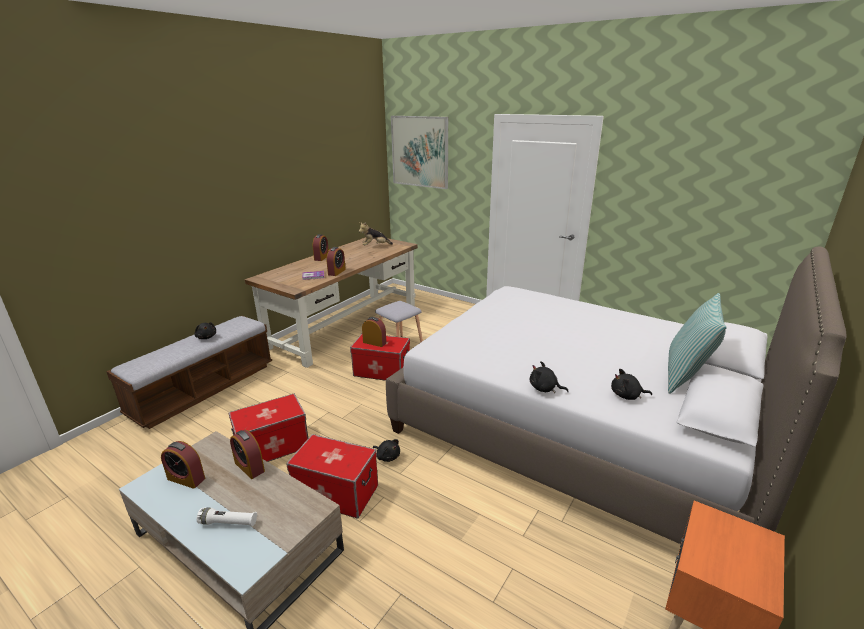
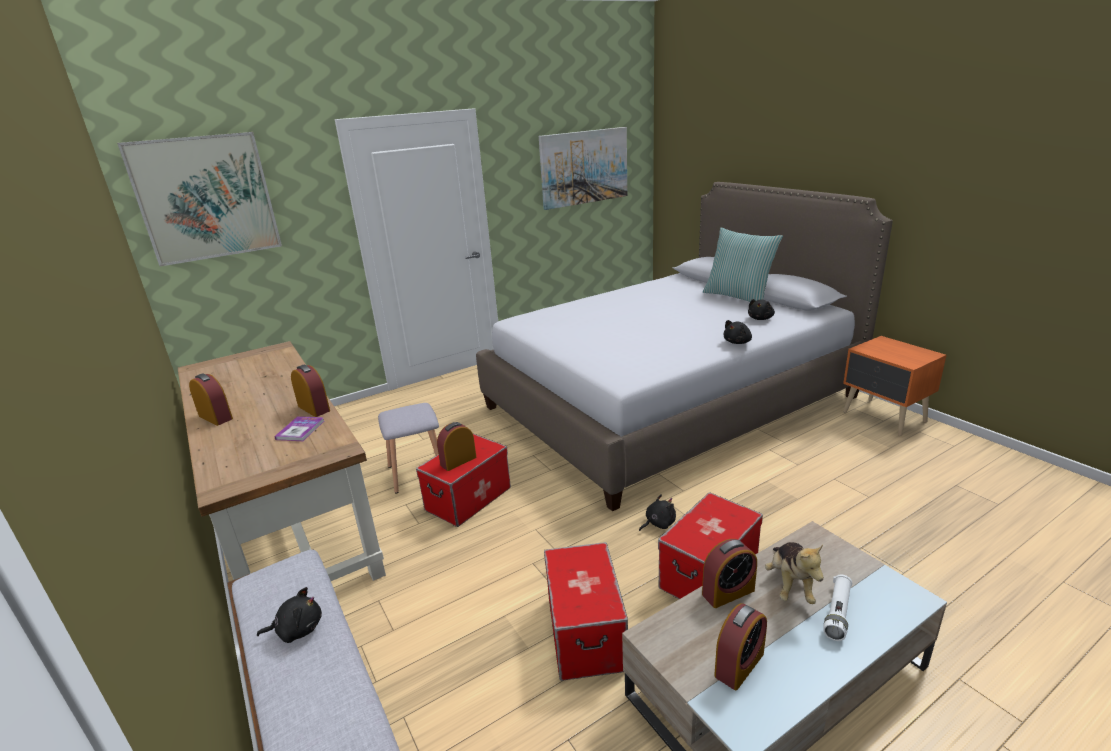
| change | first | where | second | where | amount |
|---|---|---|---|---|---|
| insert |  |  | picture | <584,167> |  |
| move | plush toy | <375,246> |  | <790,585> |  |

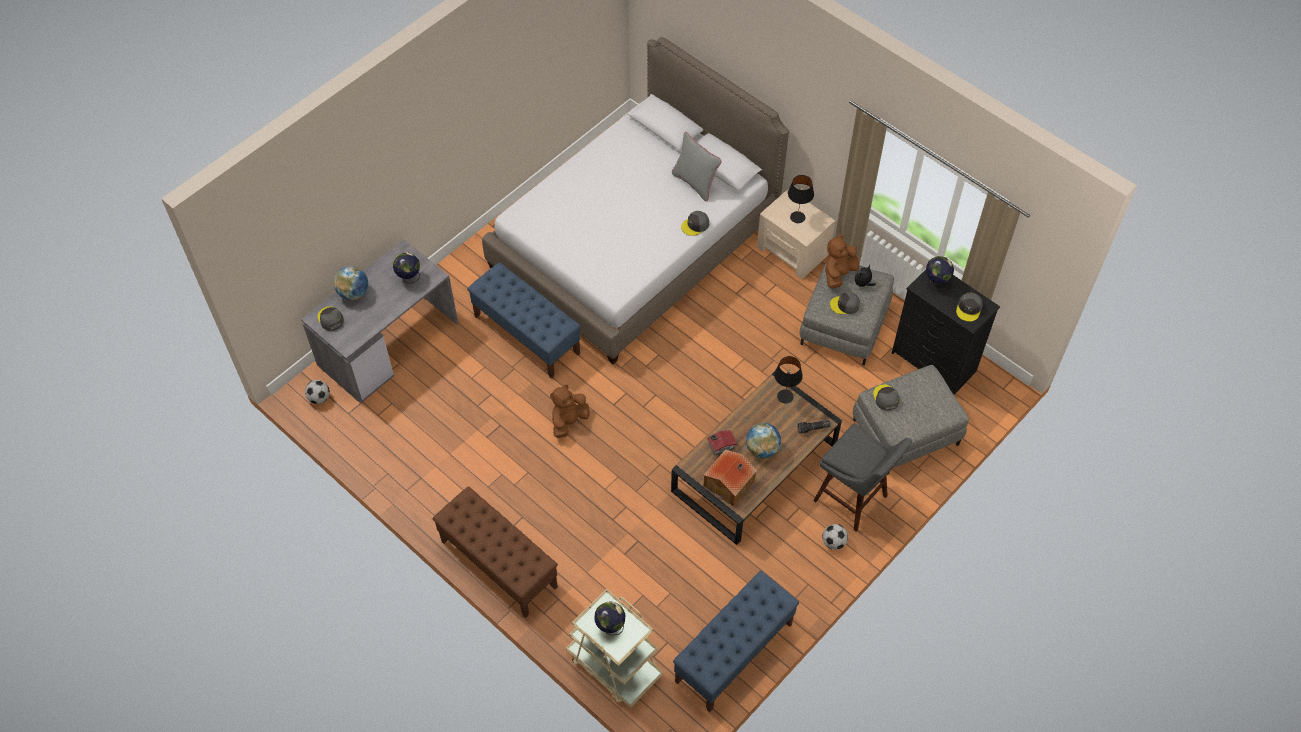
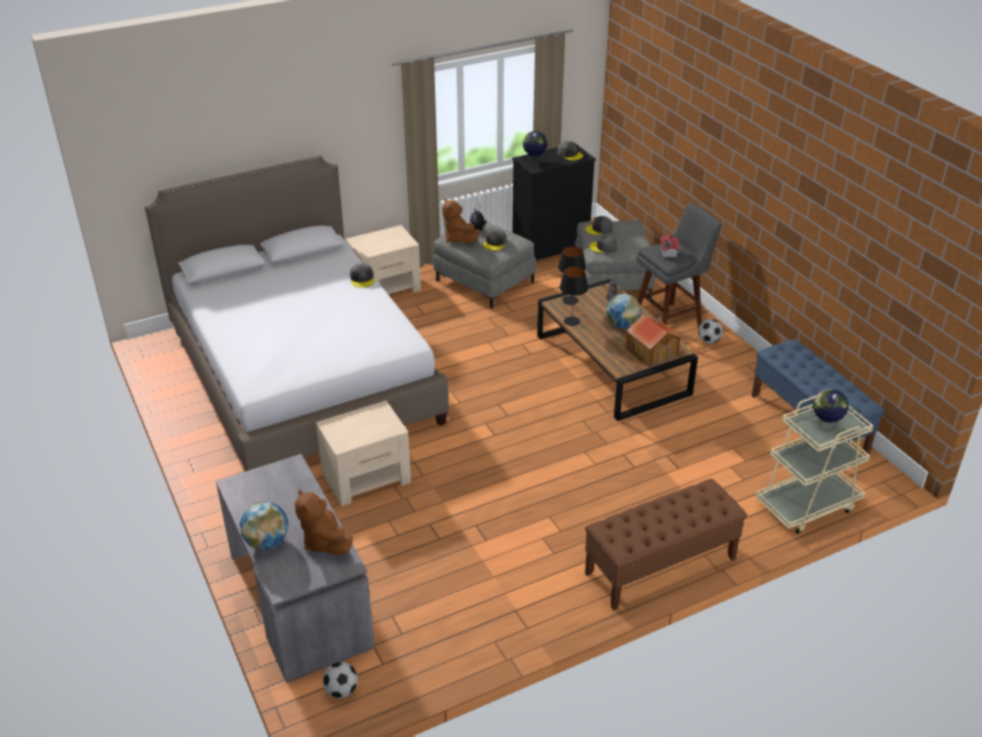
| change | first | where | second | where | amount |
|---|---|---|---|---|---|
| move | brown plush toy | <569,421> |  | <324,542> |  |
| replace | blue bench | <527,335> | beige nightstand | <367,477> |  |
| move | black table lamp | <797,217> |  | <571,321> |  |
| move | grey cap | <330,319> |  | <599,229> |  |
| move | toy house | <720,446> |  | <668,253> |  |
| delete | globe | <409,278> |  |  |  |
| delete | grey pillow | <695,183> |  |  |  |

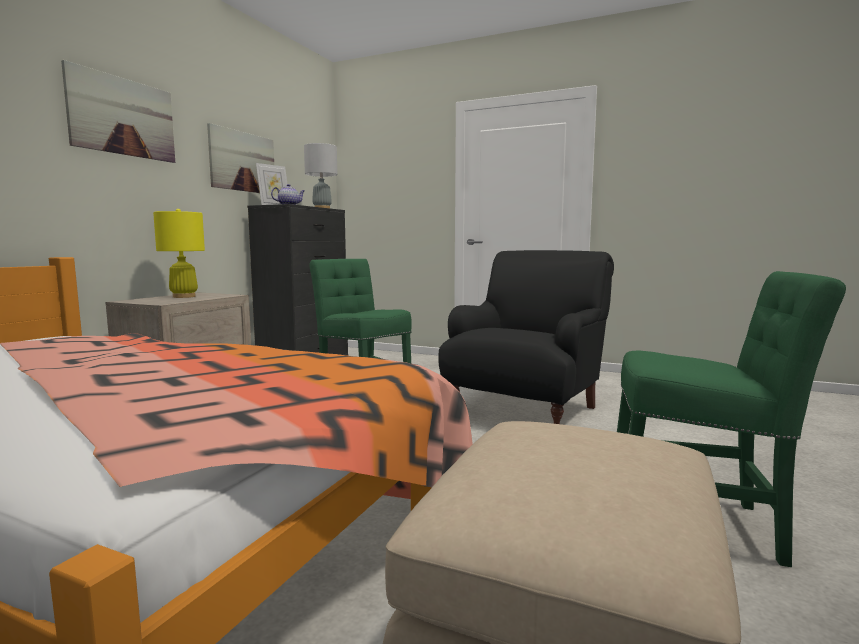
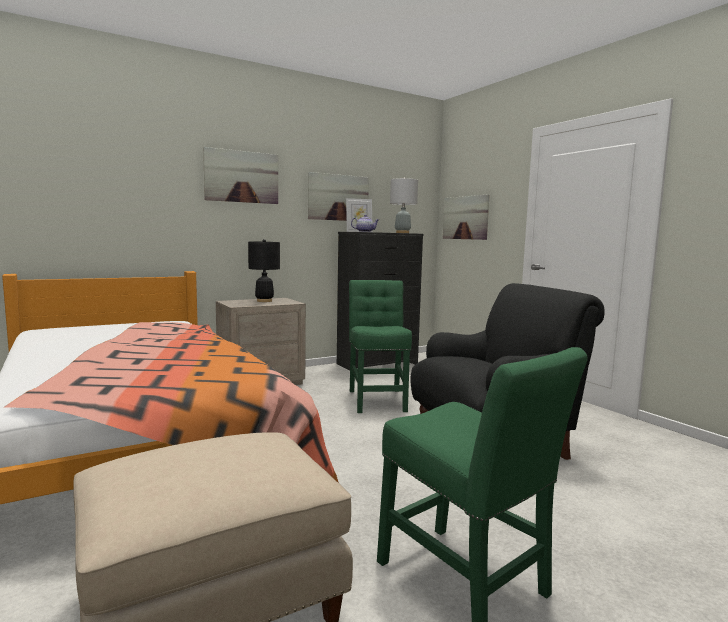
| change | first | where | second | where | amount |
|---|---|---|---|---|---|
| recolor | yellow table lamp | <184,296> | black table lamp | <264,301> |  |
| insert |  |  | picture | <465,217> |  |

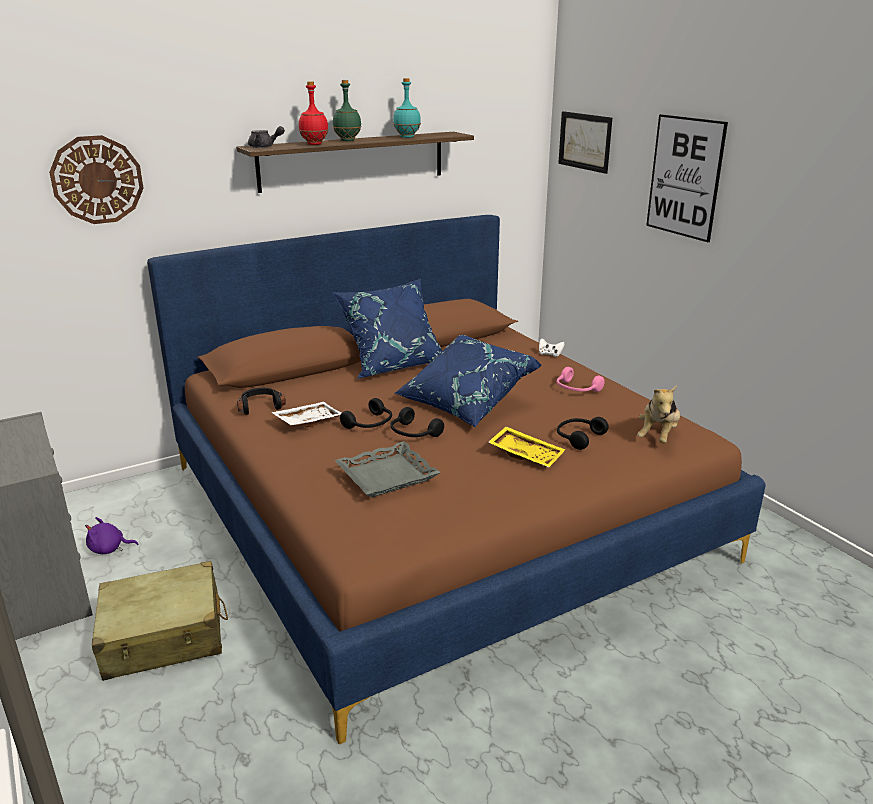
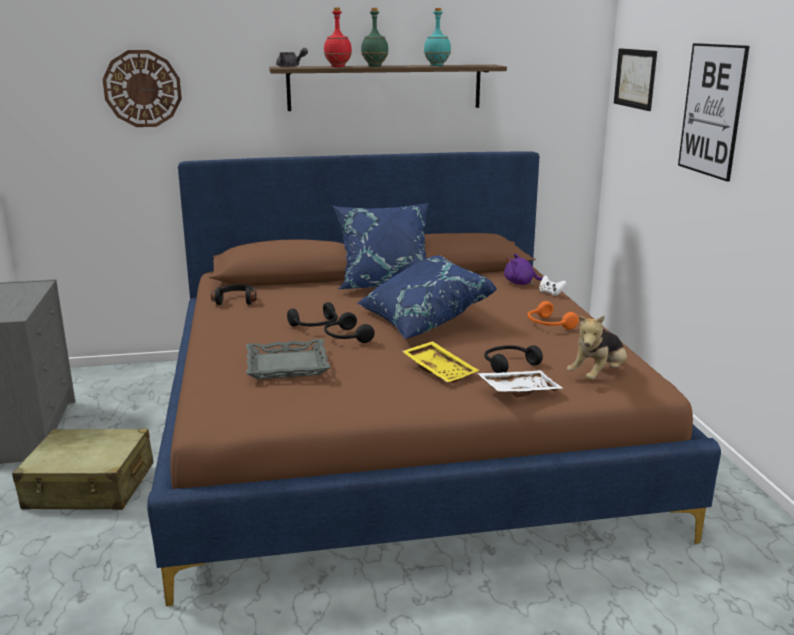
| change | first | where | second | where | amount |
|---|---|---|---|---|---|
| move | white tray | <307,421> |  | <518,390> |  |
| move | purple plush toy | <109,549> |  | <521,283> |  |
| recolor | pink headphones | <576,389> | orange headphones | <548,325> |  |

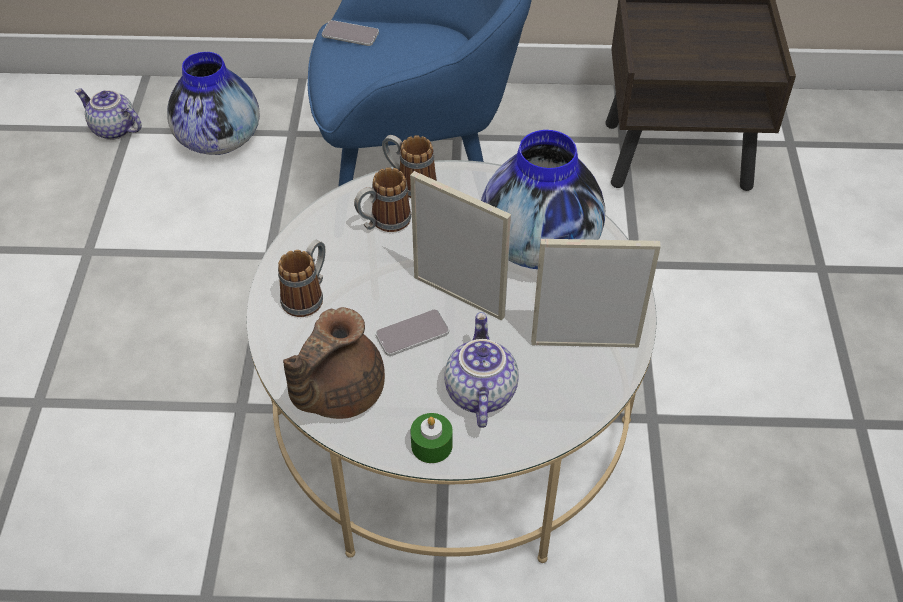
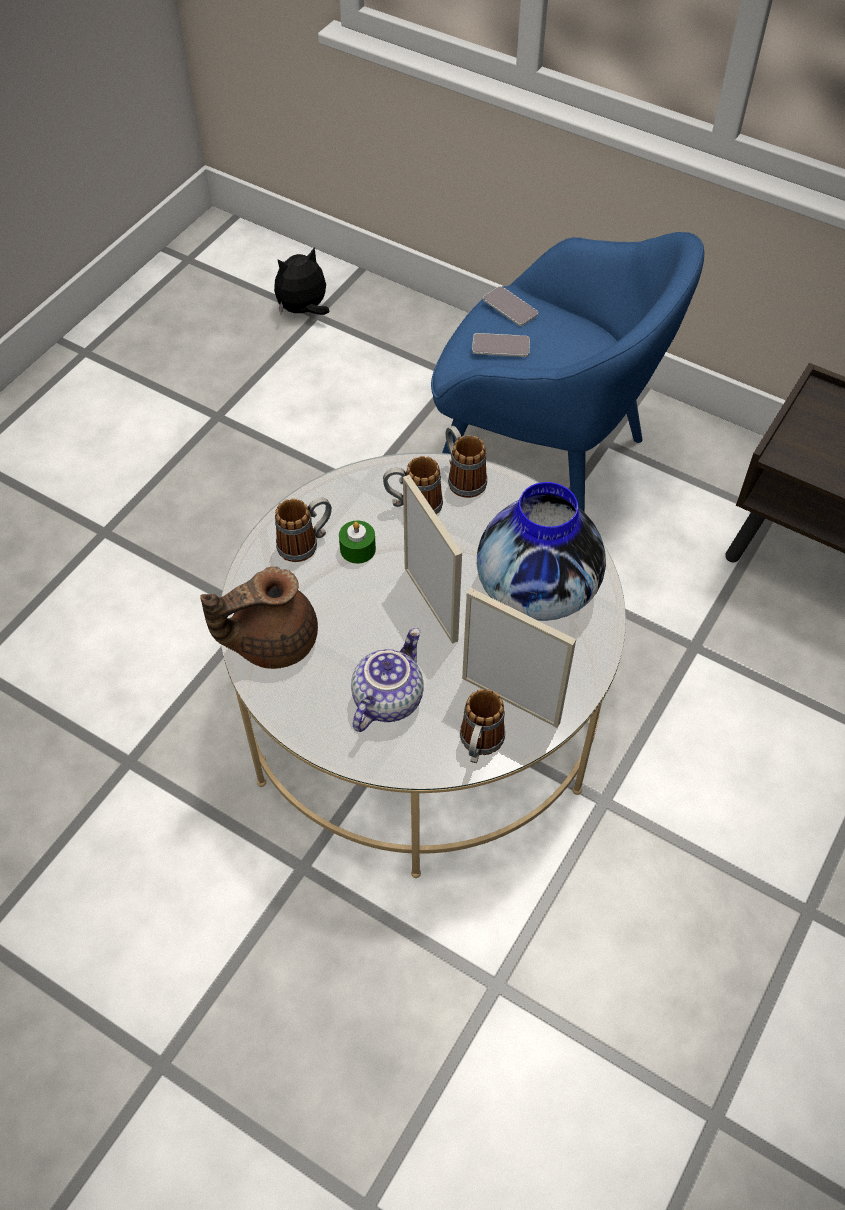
| change | first | where | second | where | amount |
|---|---|---|---|---|---|
| replace | teapot | <113,129> | plush toy | <303,310> |  |
| move | green candle | <431,445> |  | <357,549> |  |
| insert |  |  | mug | <479,745> |  |
| move | phone | <412,333> |  | <501,346> |  |
| delete | vase | <219,140> |  |  |  |

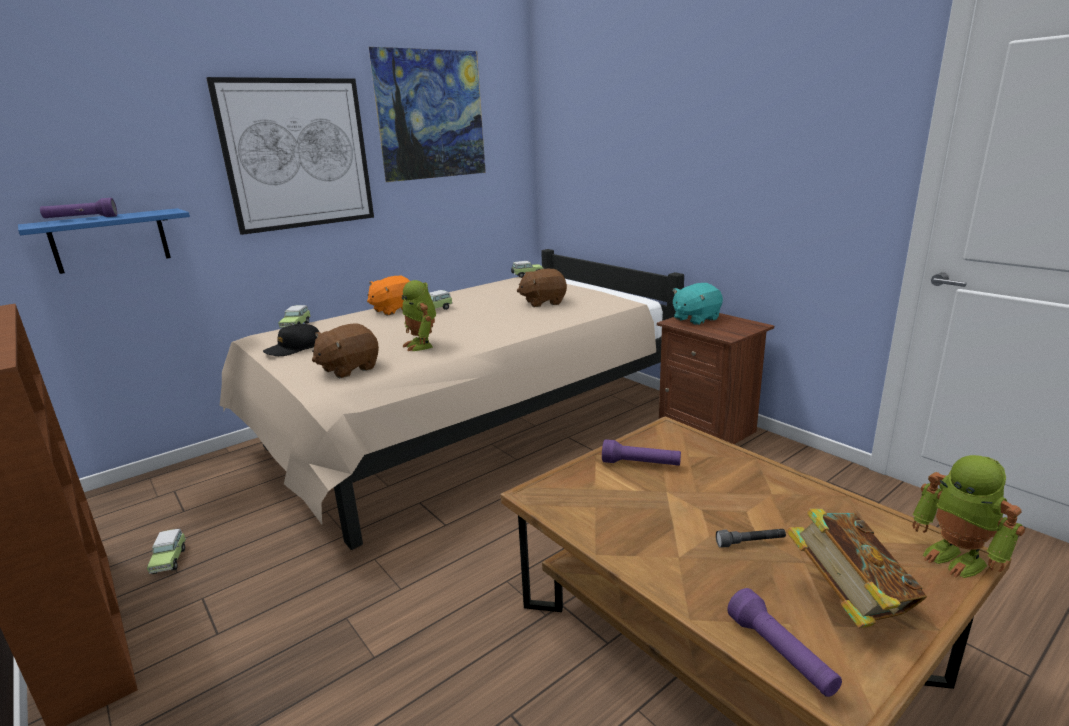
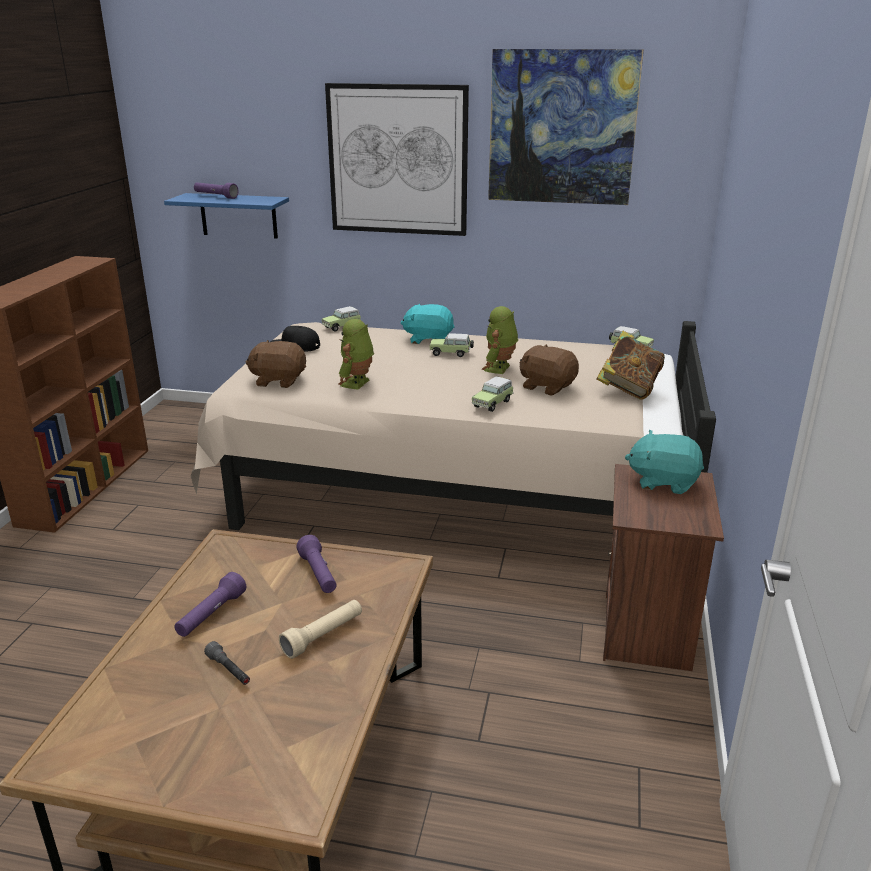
| change | first | where | second | where | amount |
|---|---|---|---|---|---|
| move | purple flashlight | <781,654> |  | <211,615> |  |
| insert |  |  | beige flashlight | <323,636> |  |
| recolor | orange plush toy | <393,310> | turquoise plush toy | <428,340> |  |
| move | toy car | <170,559> |  | <493,403> |  |
| move | toy robot | <957,558> |  | <499,369> |  |
| move | book | <848,600> |  | <628,389> |  |

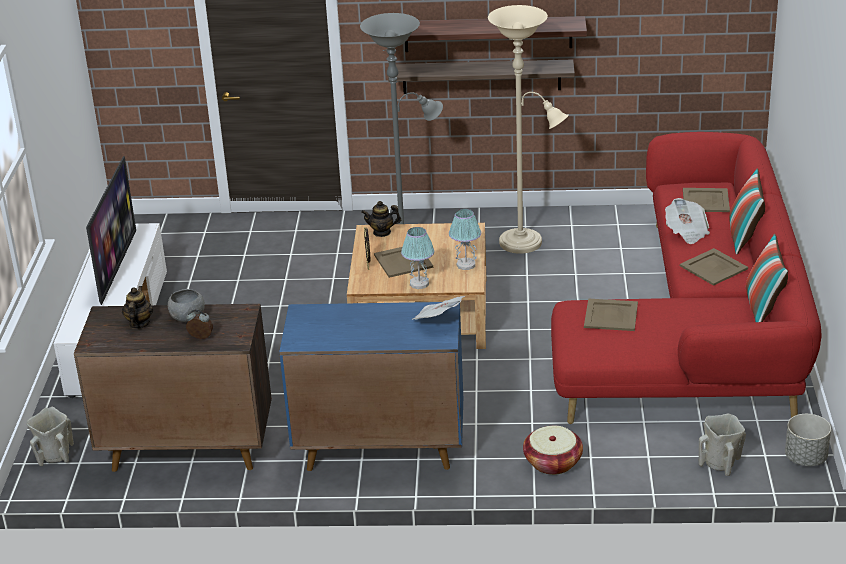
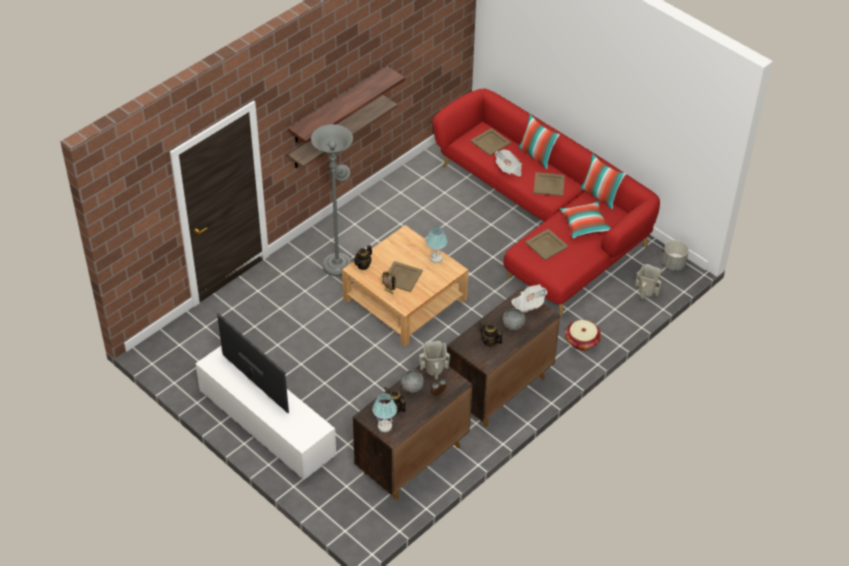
| change | first | where | second | where | amount |
|---|---|---|---|---|---|
| move | table lamp | <419,284> |  | <384,426> |  |
| move | beige vase | <54,456> |  | <434,370> |  |
| recolor | blue cabinet | <378,447> | brown cabinet | <499,390> |  |
| insert |  |  | teapot | <489,342> |  |
| insert |  |  | grey bowl | <513,325> |  |
| insert |  |  | pillow | <585,225> |  |
| delete | beige floor lamp | <526,243> |  |  |  |

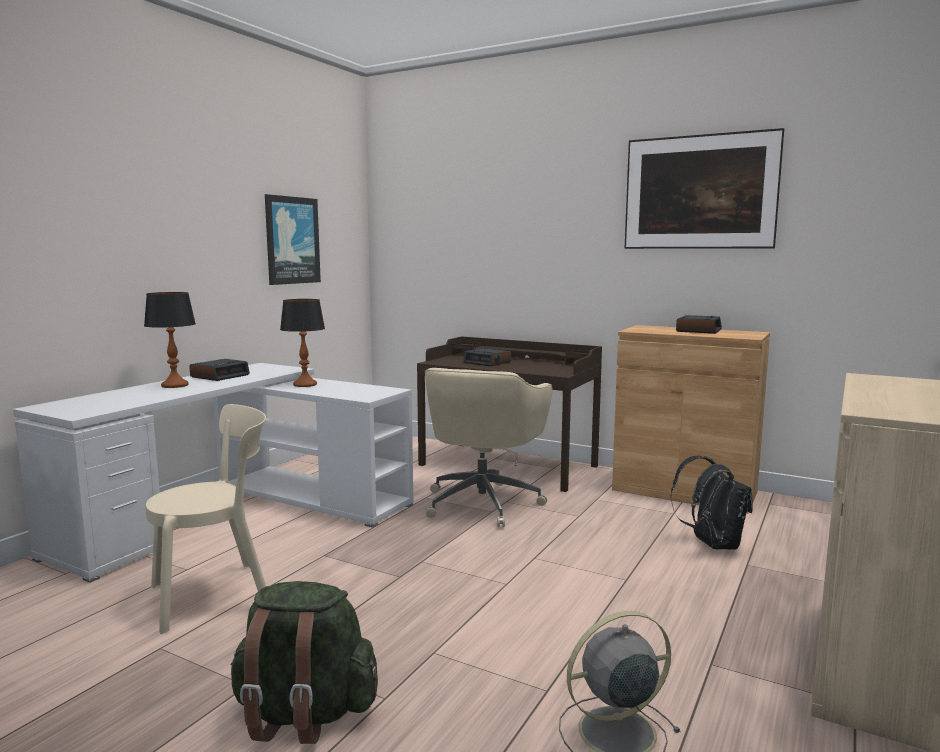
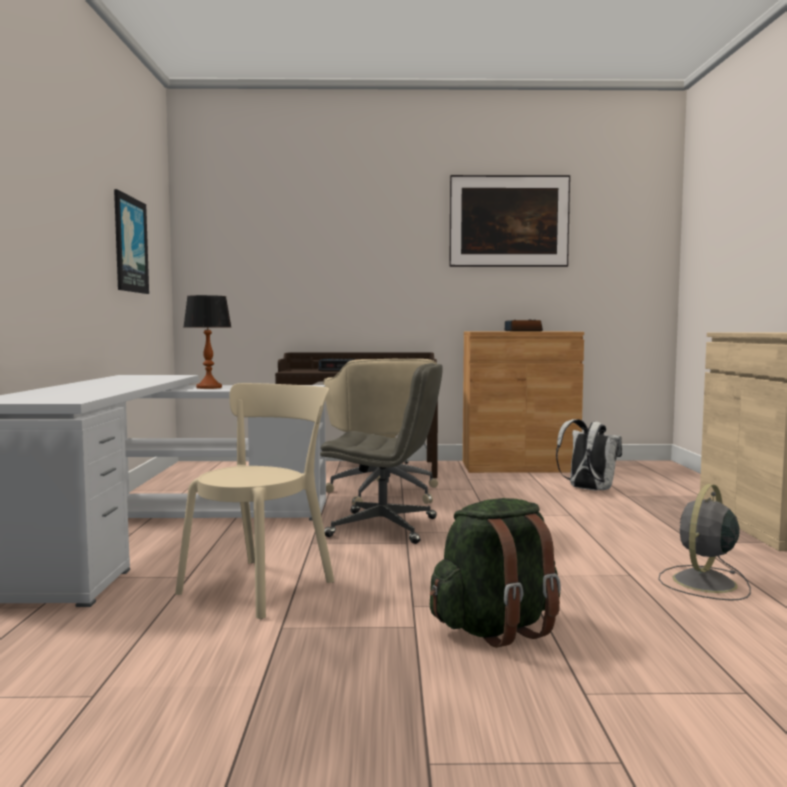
| change | first | where | second | where | amount |
|---|---|---|---|---|---|
| insert |  |  | grey office chair | <384,527> |  |
| recolor | black backpack | <711,544> | white backpack | <588,489> |  |
| delete | table lamp | <175,385> |  |  |  |
| delete | alarm clock | <220,376> |  |  |  |

